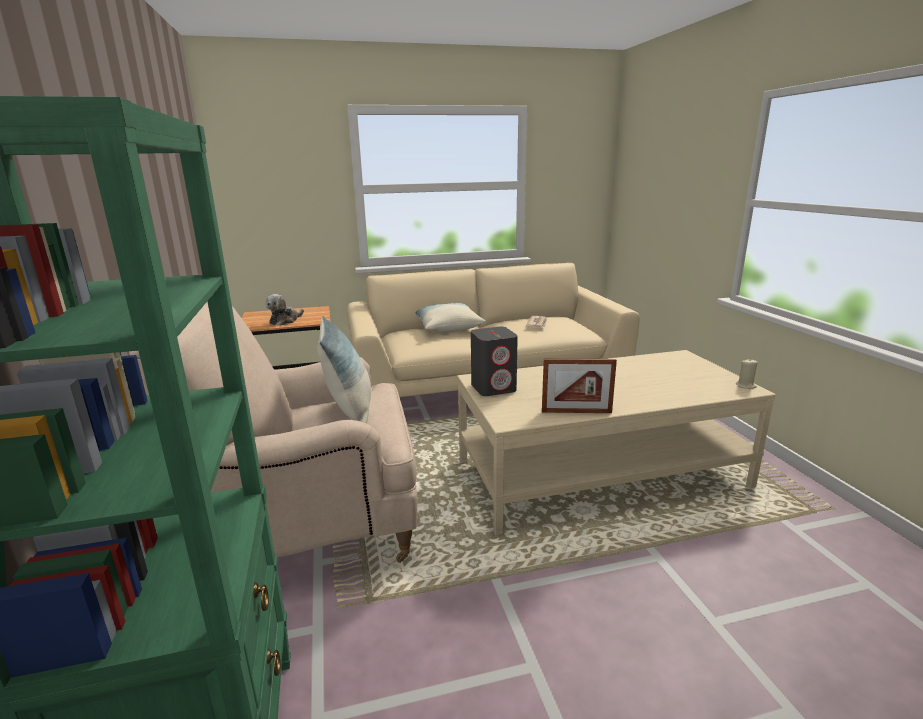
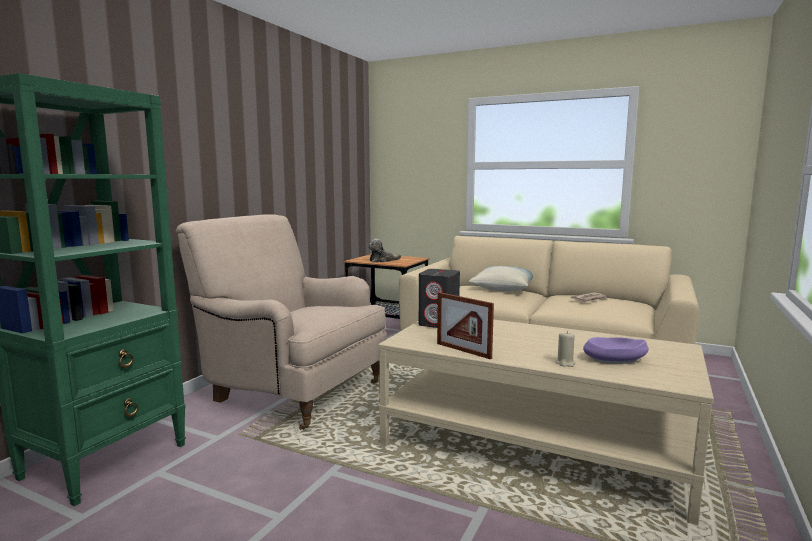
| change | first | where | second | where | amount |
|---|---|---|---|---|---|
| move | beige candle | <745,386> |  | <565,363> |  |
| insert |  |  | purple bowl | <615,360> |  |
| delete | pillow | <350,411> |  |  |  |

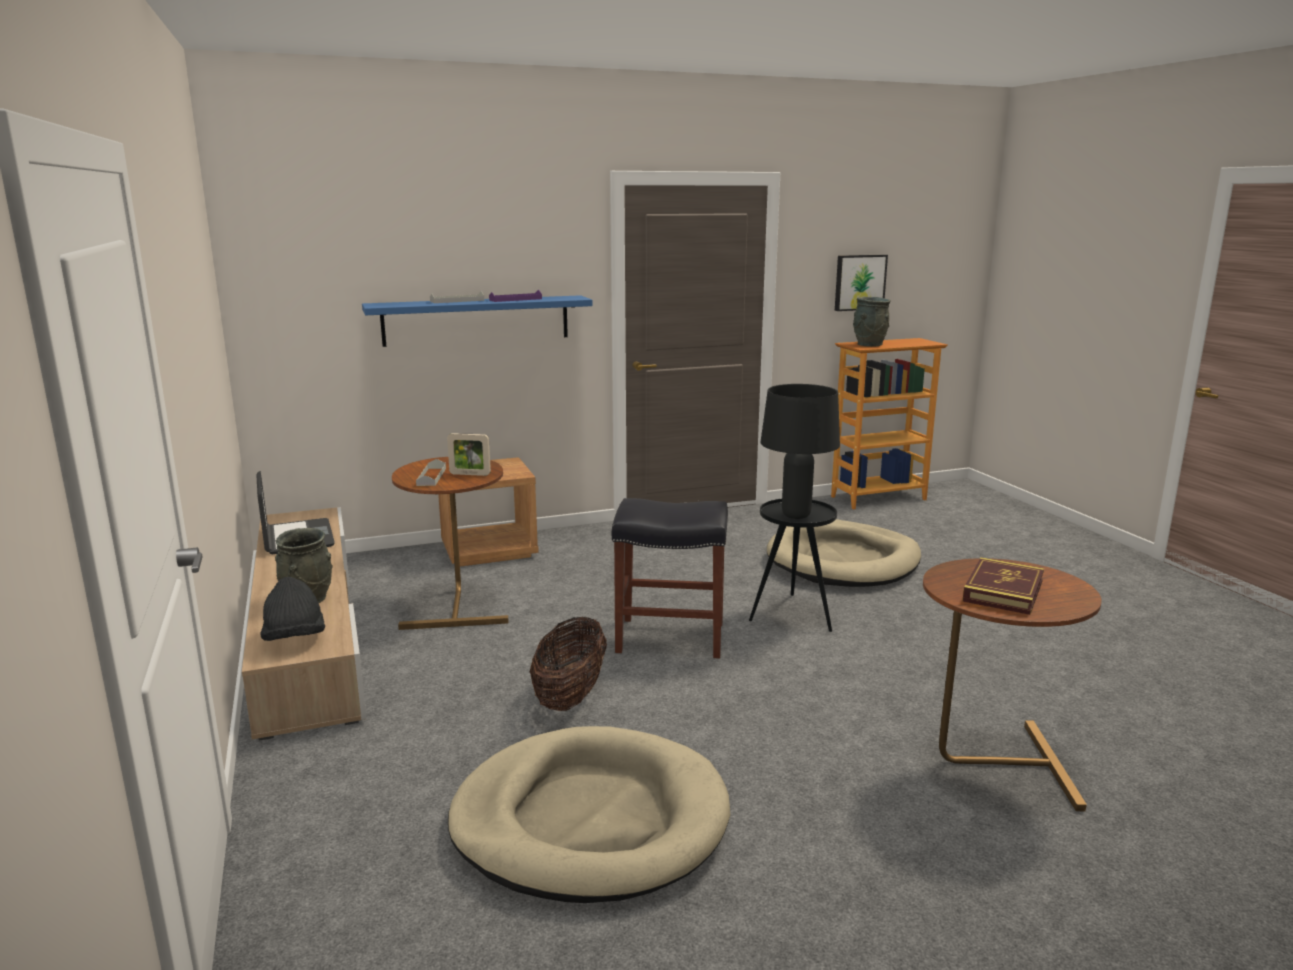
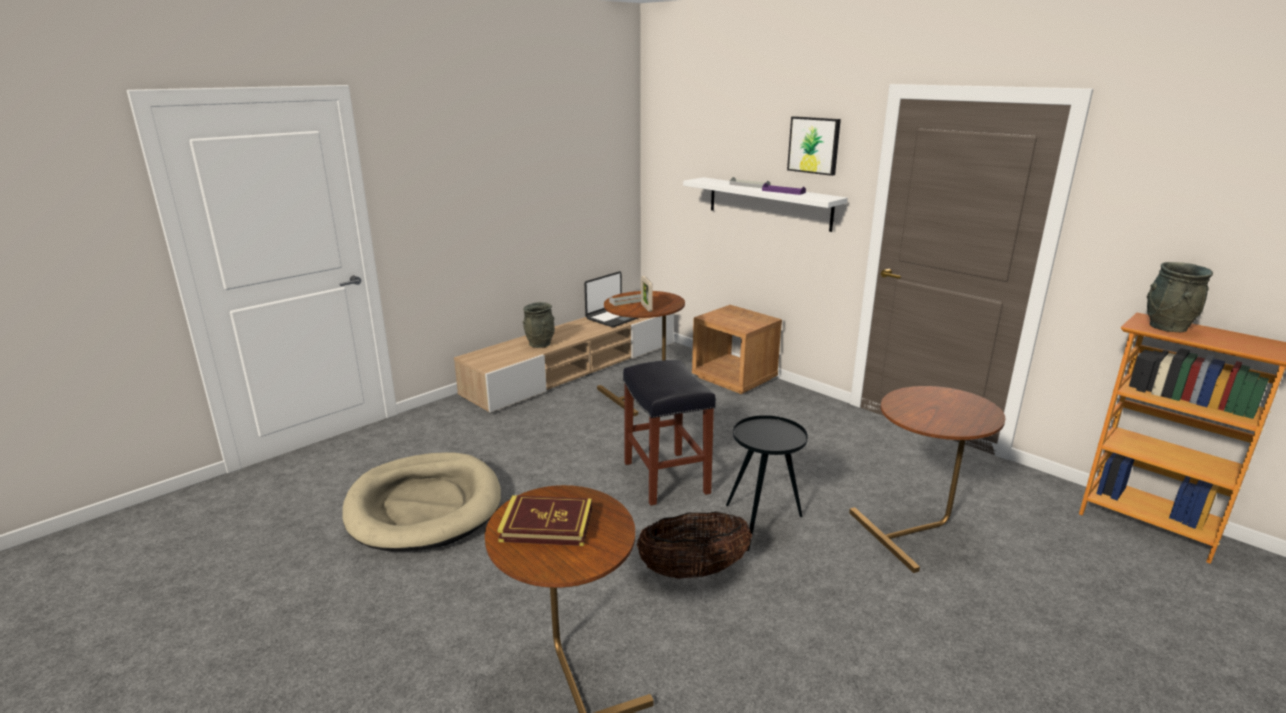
| change | first | where | second | where | amount |
|---|---|---|---|---|---|
| move | basket | <570,696> |  | <693,571> |  |
| recolor | blue shelf | <476,320> | white shelf | <768,203> |  |
| move | picture | <859,282> |  | <814,145> |  |
| replace | beige dog bed | <843,560> | brown side table | <918,531> |  |
| delete | black hat | <294,639> |  |  |  |
| delete | black table lamp | <796,515> |  |  |  |

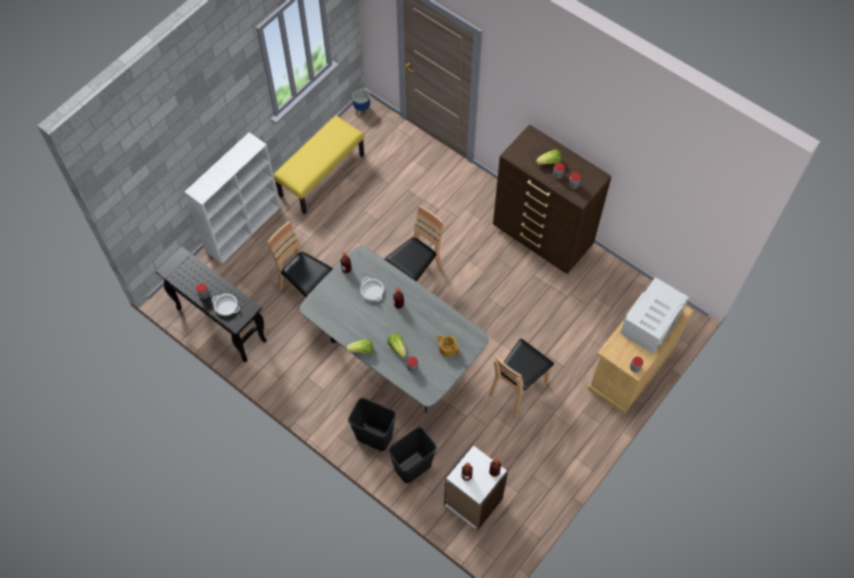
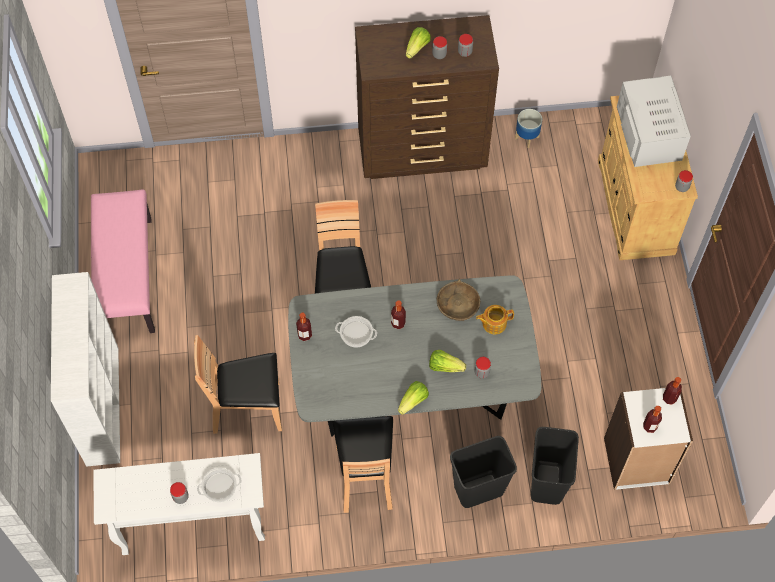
| change | first | where | second | where | amount |
|---|---|---|---|---|---|
| recolor | yellow bench | <321,175> | pink bench | <127,276> |  |
| recolor | black console table | <220,324> | white console table | <191,526> |  |
| move | brown chair | <517,387> |  | <365,476> |  |
| insert |  |  | brown bowl | <457,305> |  |
| move | planter | <362,110> |  | <526,137> |  |

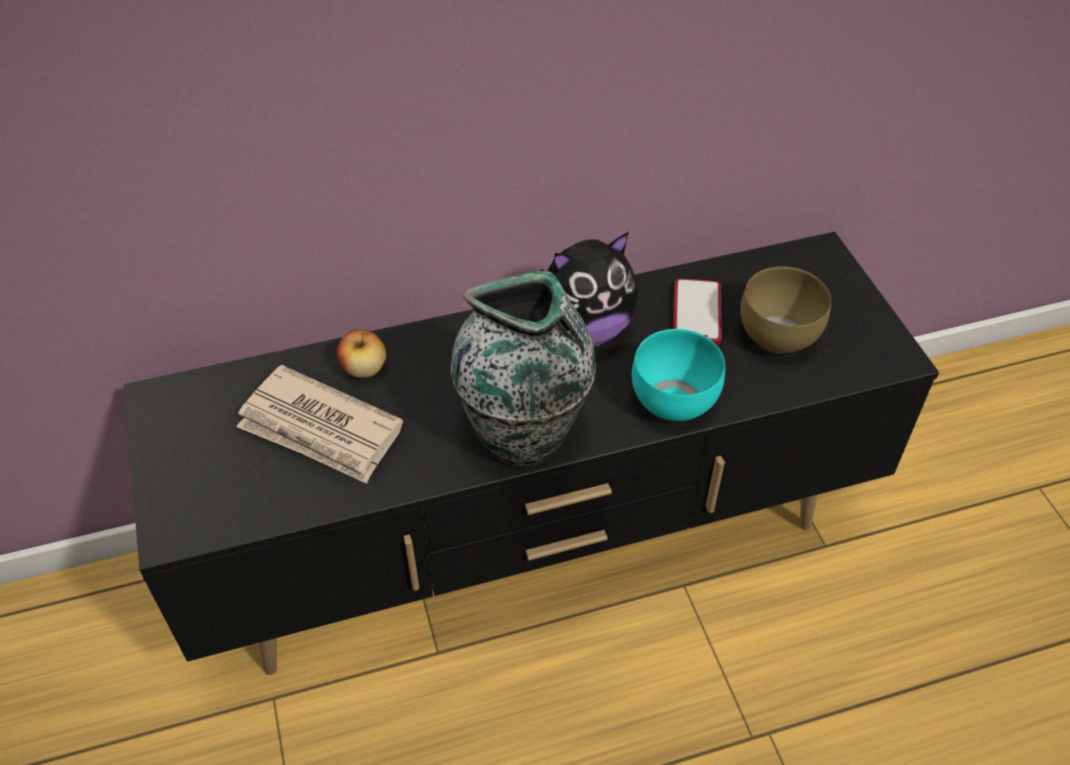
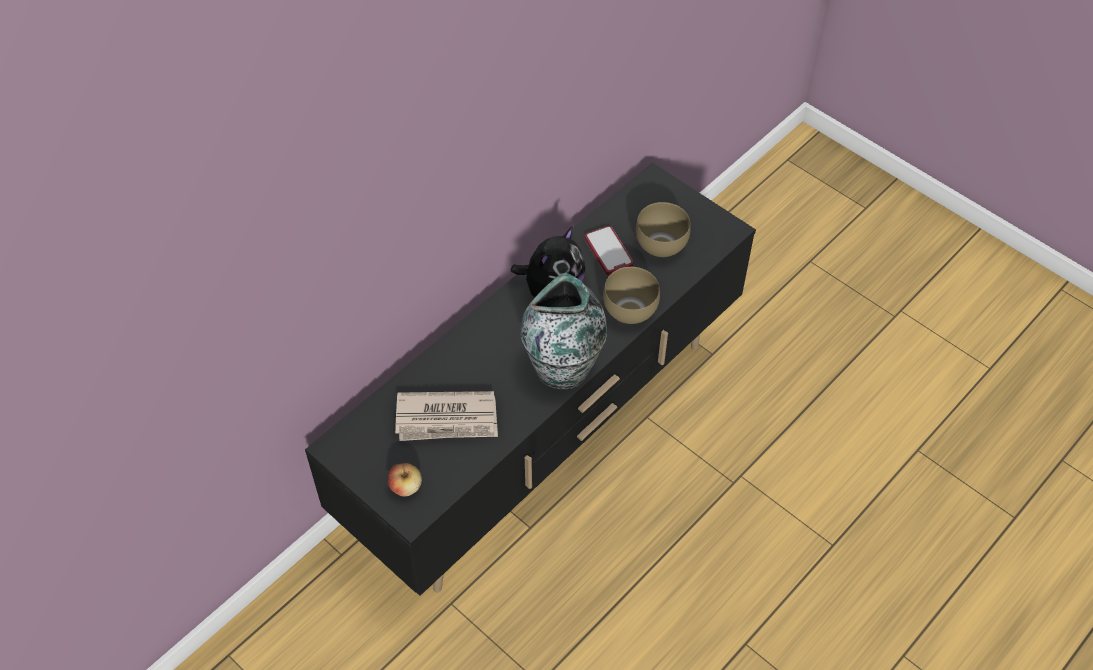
| change | first | where | second | where | amount |
|---|---|---|---|---|---|
| move | apple | <364,368> |  | <406,487> |  |
| recolor | turquoise bowl | <676,404> | brown bowl | <632,312> |  |

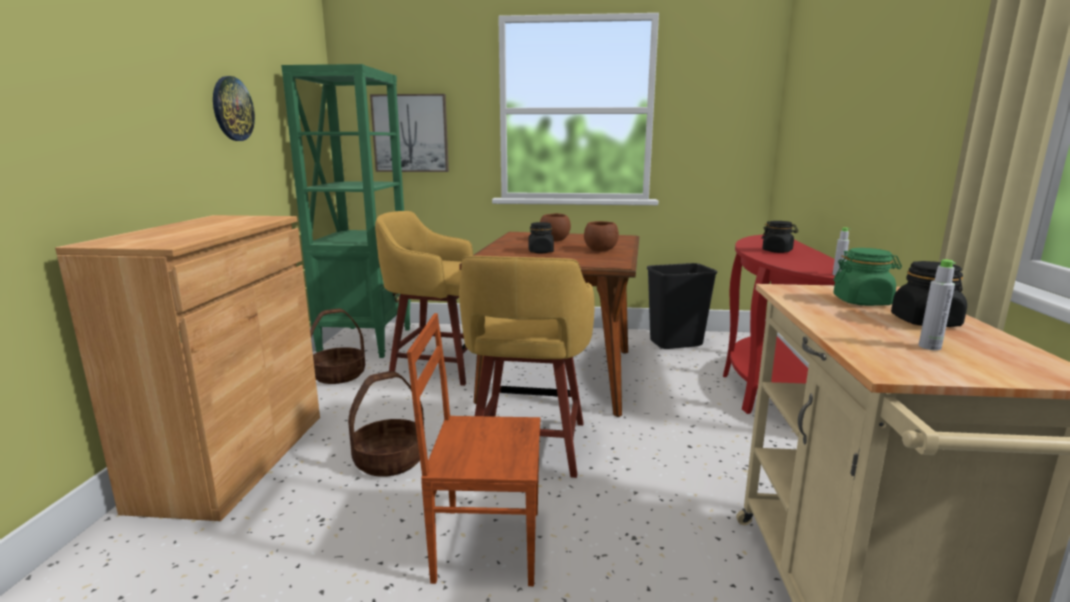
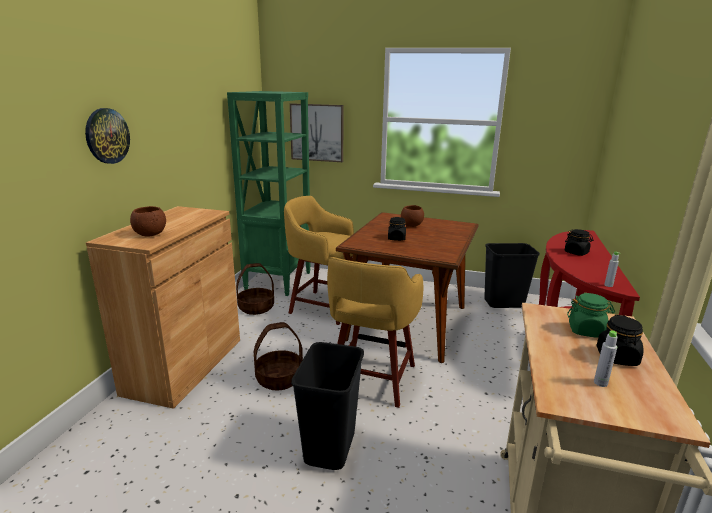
| change | first | where | second | where | amount |
|---|---|---|---|---|---|
| move | wall clock | <232,109> |  | <107,136> |  |
| move | brown bowl | <600,250> |  | <150,234> |  |
| replace | brown chair | <486,543> | black trash can | <329,447> |  |

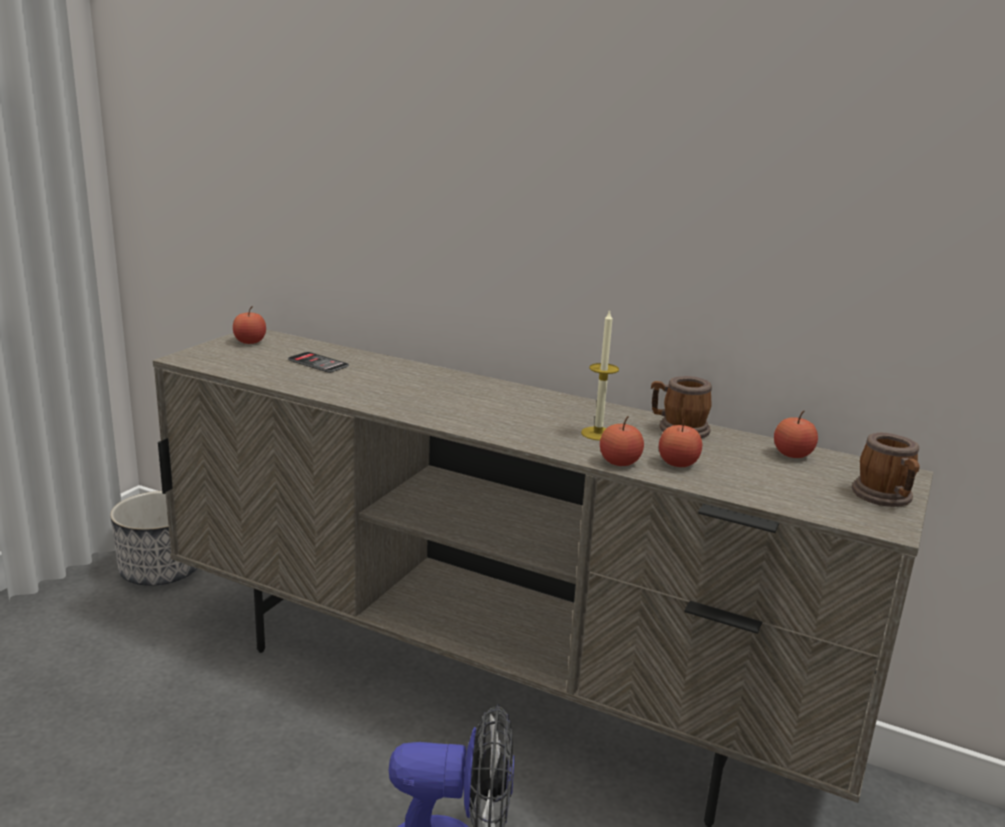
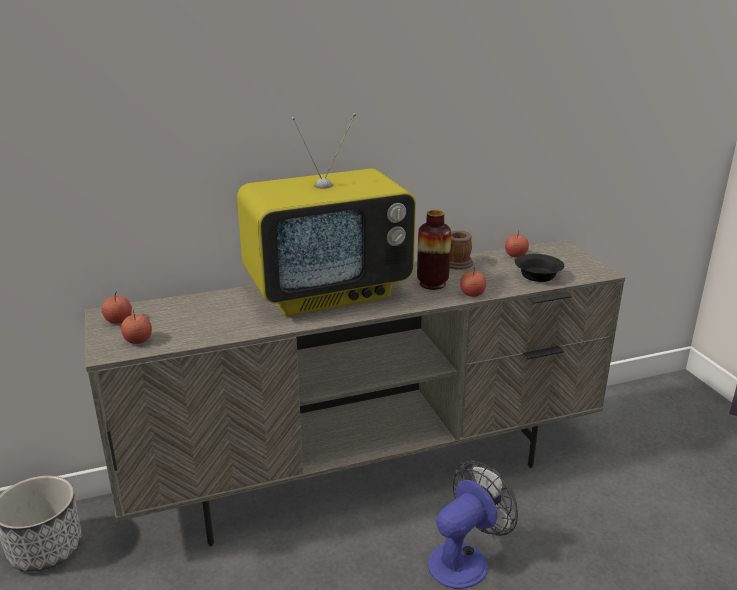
| change | first | where | second | where | amount |
|---|---|---|---|---|---|
| move | apple | <678,463> |  | <138,340> |  |
| insert |  |  | television | <328,292> |  |
| replace | candle | <598,433> | vase | <432,284> |  |
| insert |  |  | black bowl | <538,275> |  |
| delete | phone | <318,363> |  |  |  |
| delete | mug | <885,497> |  |  |  |

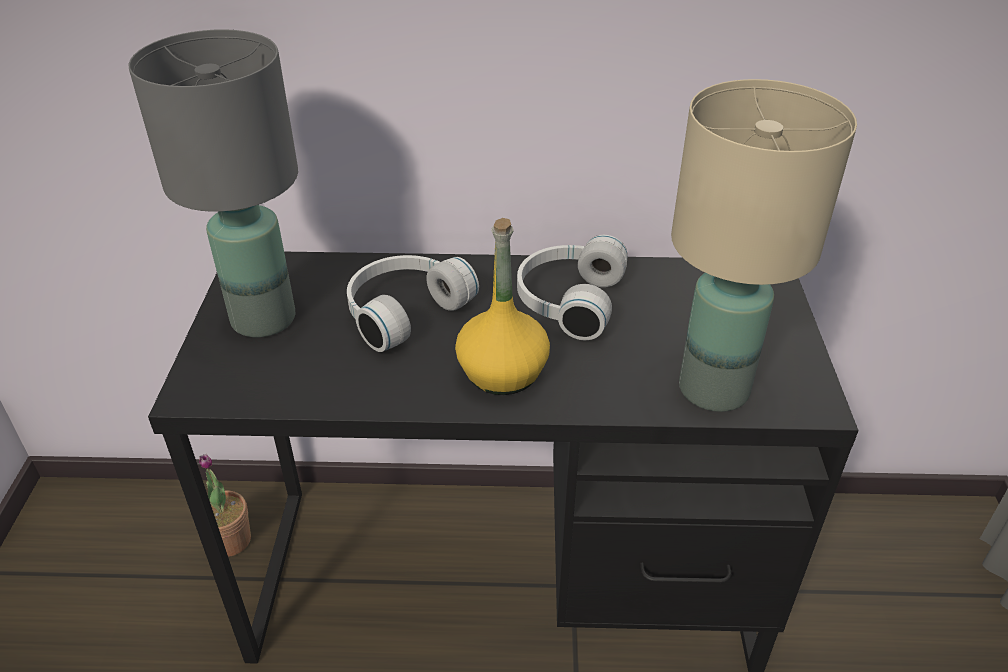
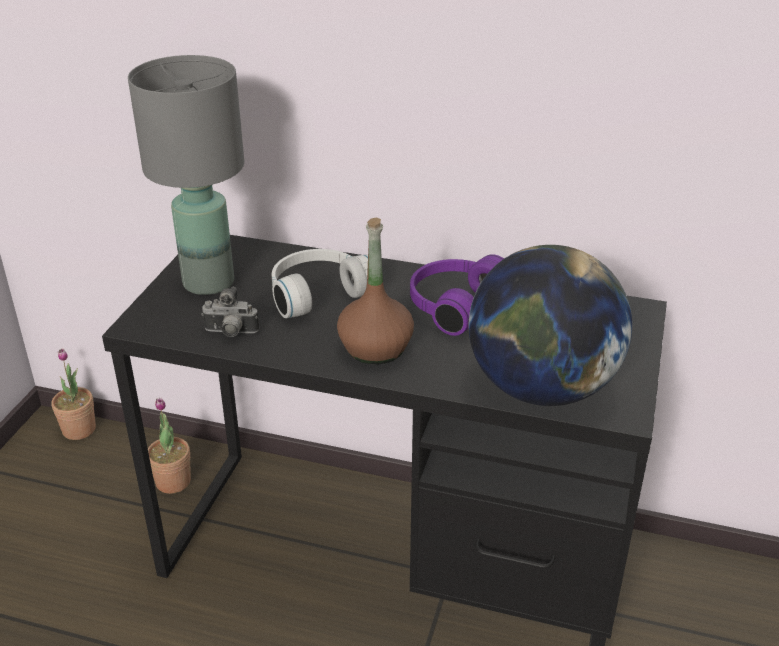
| change | first | where | second | where | amount |
|---|---|---|---|---|---|
| insert |  |  | potted plant | <79,429> |  |
| insert |  |  | photo camera | <230,333> |  |
| recolor | yellow bottle | <502,372> | brown bottle | <375,348> |  |
| recolor | white headphones | <567,300> | purple headphones | <452,304> |  |
| replace | beige table lamp | <712,390> | globe | <541,388> |  |

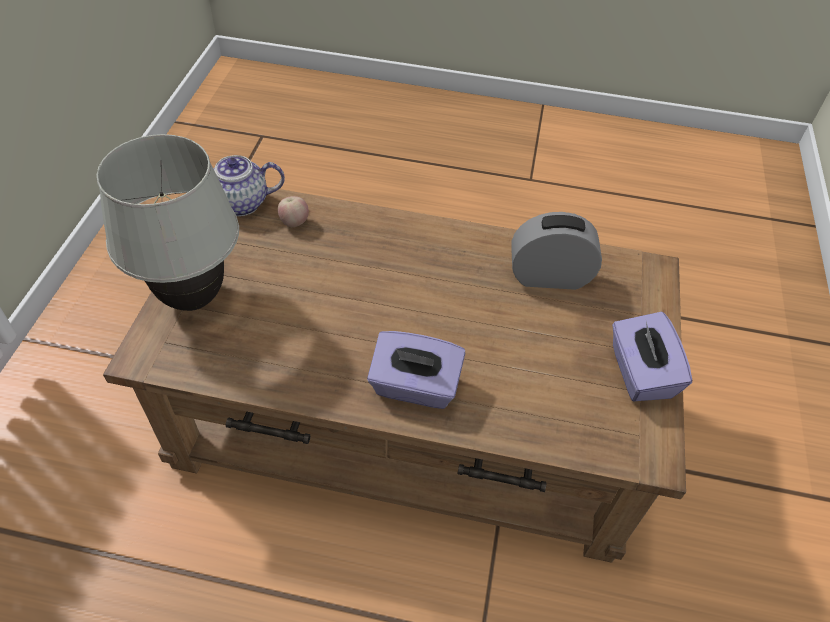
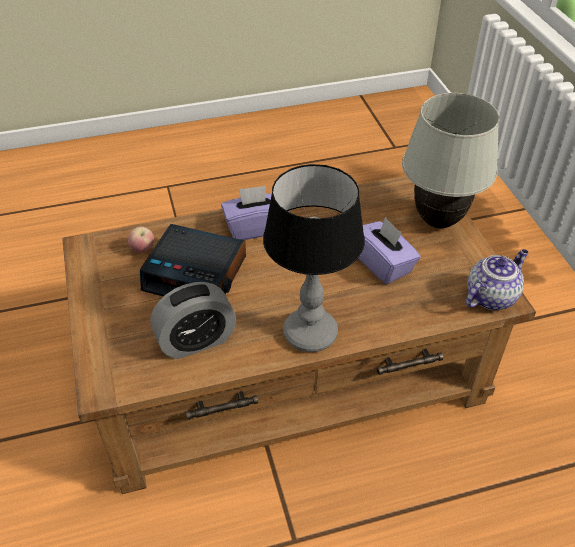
| change | first | where | second | where | amount |
|---|---|---|---|---|---|
| move | apple | <294,223> |  | <142,249> |  |
| insert |  |  | alarm clock | <196,274> |  |
| insert |  |  | table lamp | <309,333> |  |
| move | purple tissue box | <639,373> |  | <383,264> |  |

